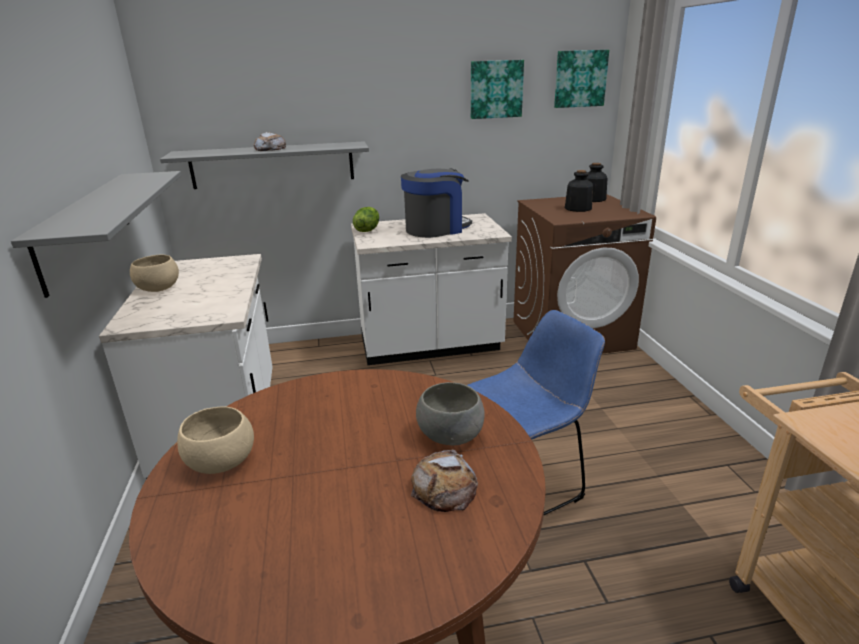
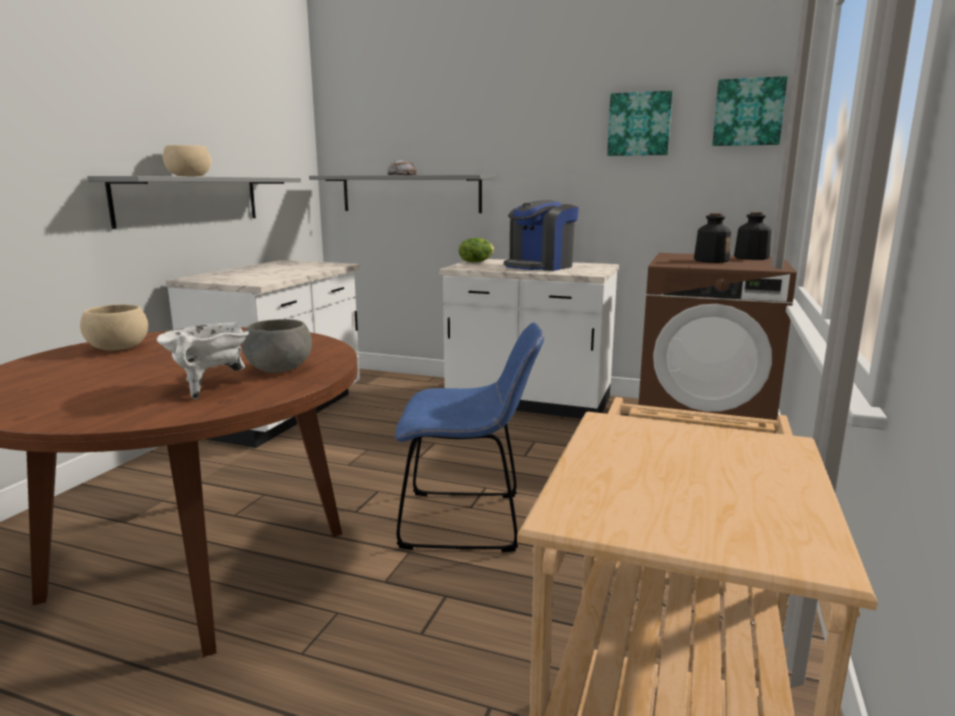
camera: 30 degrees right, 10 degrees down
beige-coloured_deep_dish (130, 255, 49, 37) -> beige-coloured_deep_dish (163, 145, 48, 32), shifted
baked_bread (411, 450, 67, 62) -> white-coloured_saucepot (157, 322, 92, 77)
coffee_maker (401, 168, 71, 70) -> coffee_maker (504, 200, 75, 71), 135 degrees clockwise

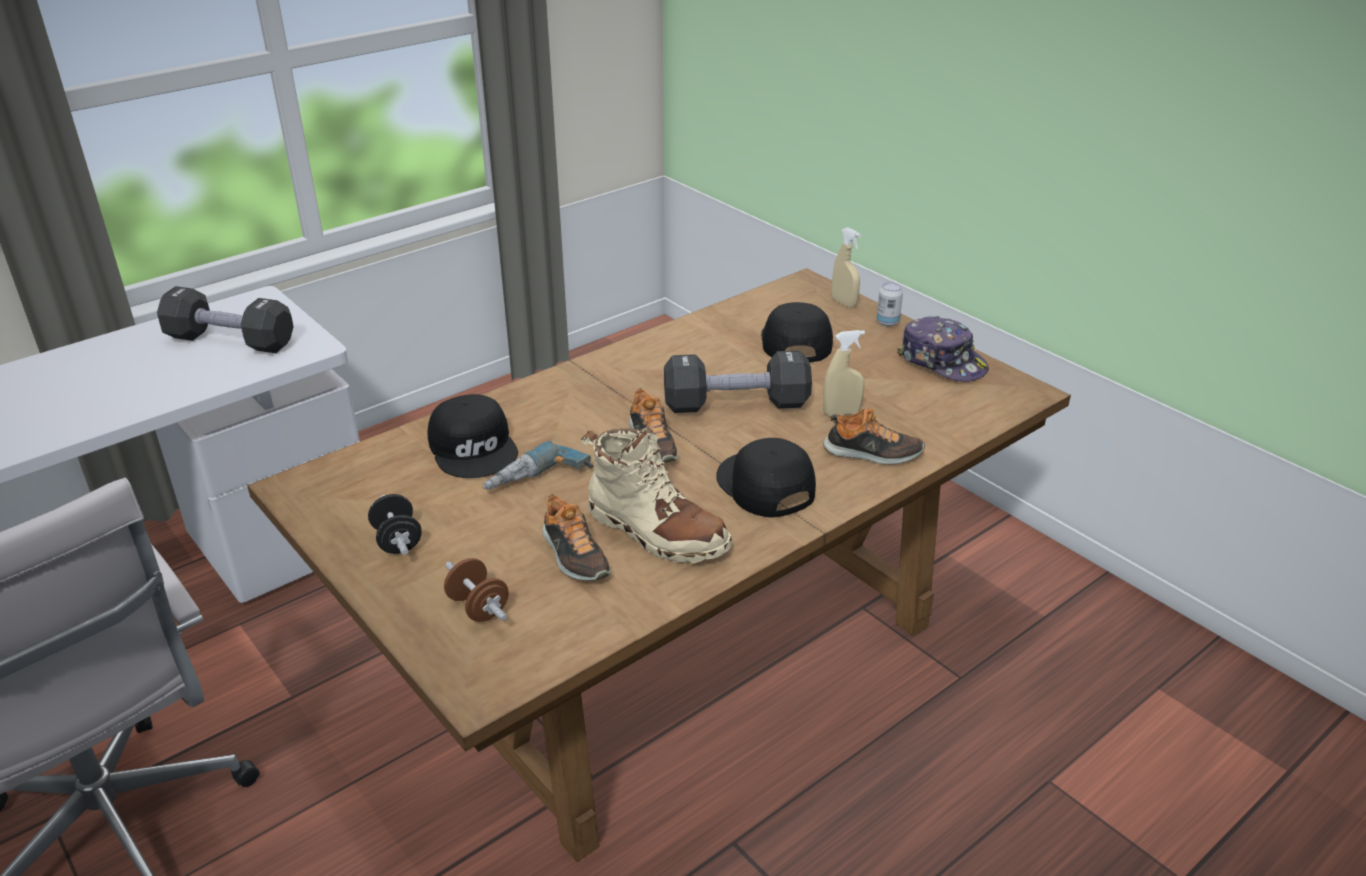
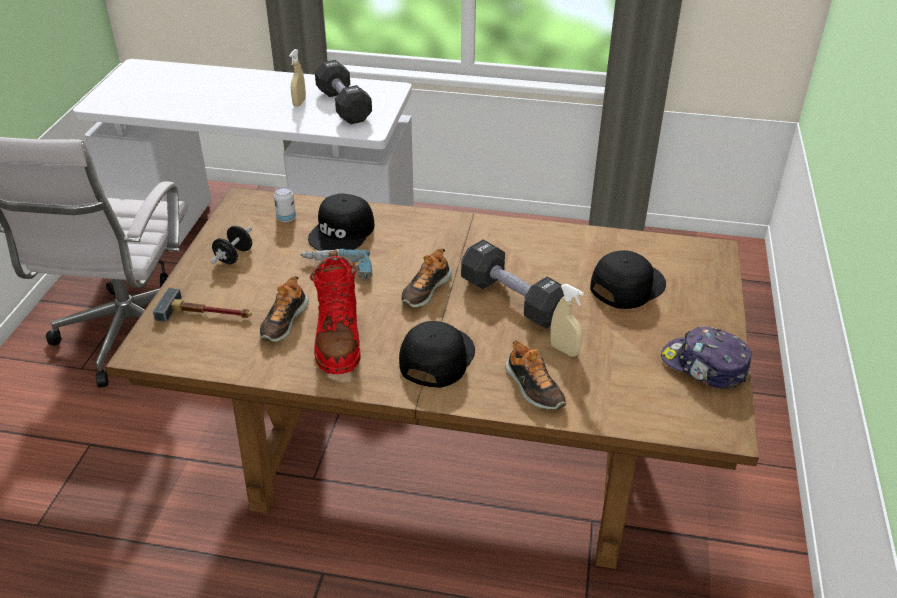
camera: 50 degrees right, 5 degrees up
beige-coloured_spray_bottle (832, 227, 29, 81) -> beige-coloured_spray_bottle (289, 49, 17, 58), shifted
metal_can (876, 282, 27, 44) -> metal_can (274, 187, 22, 36), shifted
brownish_dumbbell (444, 558, 65, 64) -> hammer (153, 288, 99, 34)
beige-coloured_tall_boot (581, 428, 152, 136) -> red-coloured_tall_boot (310, 250, 51, 124)
baseball_cap (897, 316, 92, 66) -> baseball_cap (661, 327, 90, 62), 120 degrees clockwise

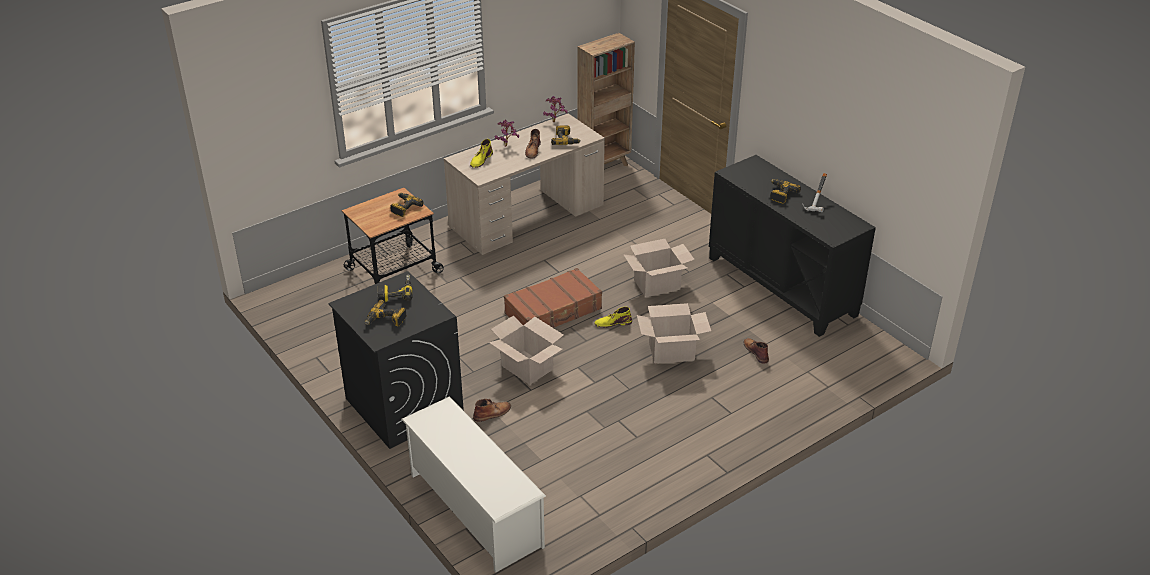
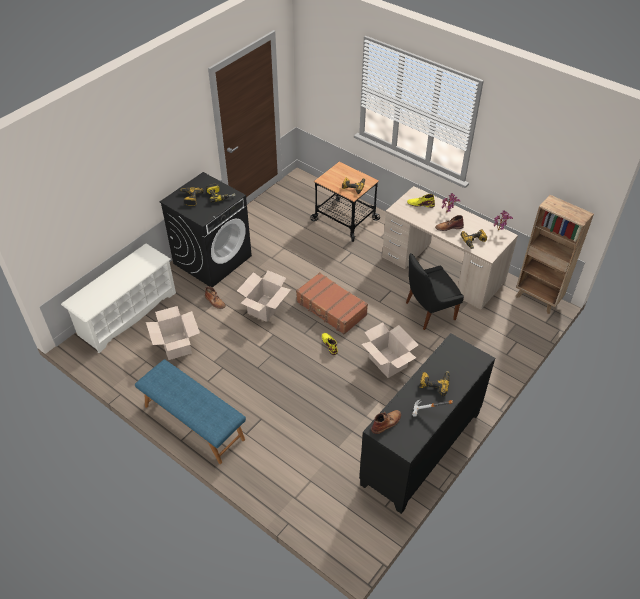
camera: 75 degrees right, 10 degrees up
none -> blue_bench (135, 359, 111, 105)
none -> blackish_plain_chair (406, 253, 58, 77)
carton (637, 303, 74, 60) -> carton (146, 306, 54, 54), shifted
brownish_tall_boot (744, 338, 25, 26) -> brownish_tall_boot (371, 410, 30, 24), shifted

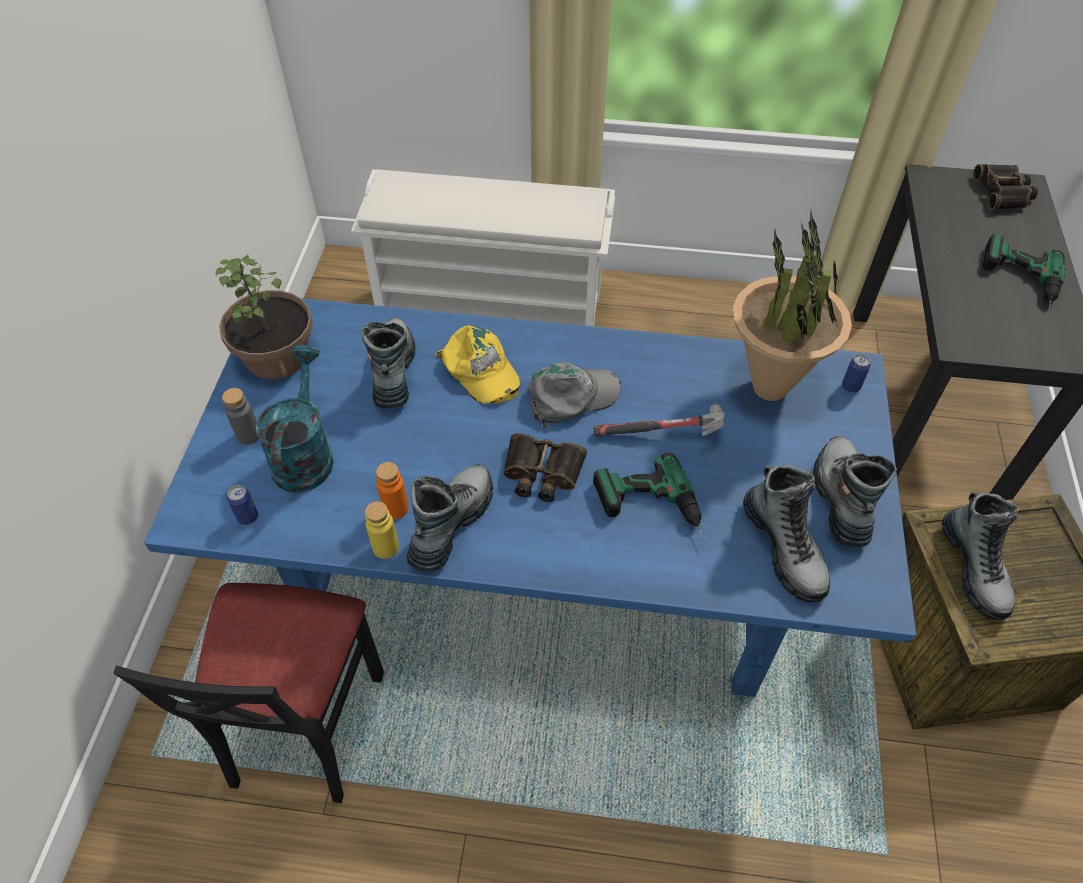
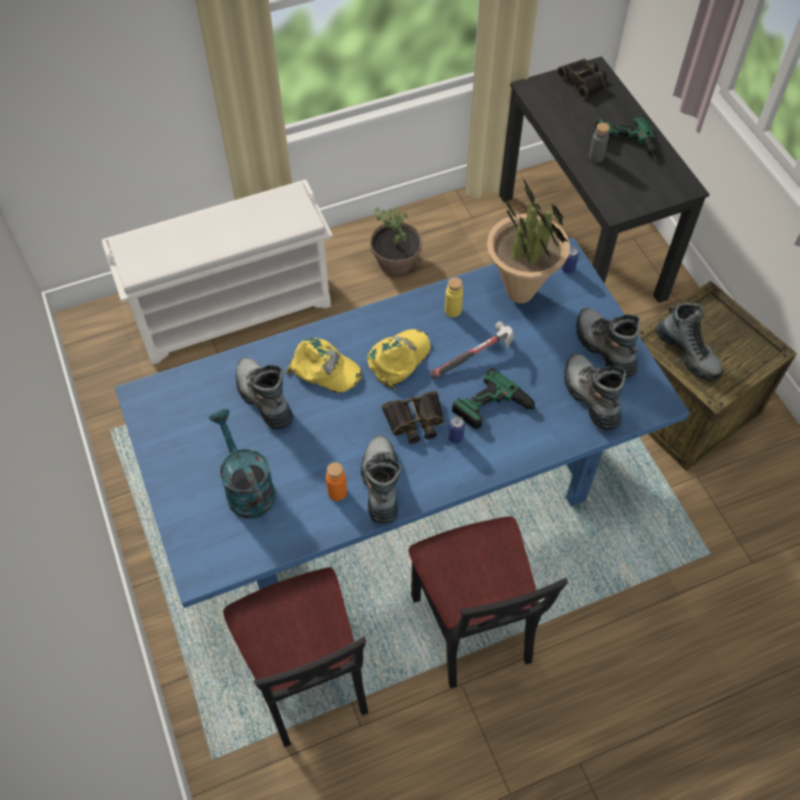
camera: 30 degrees left, 5 degrees up
none -> blackish_plain_chair (409, 517, 159, 171)
plant_in_a_pot (216, 255, 97, 124) -> plant_in_a_pot (370, 206, 52, 69), shifted
grey_bottle (222, 388, 37, 57) -> grey_bottle (589, 123, 21, 40), shifted
metal_can (227, 485, 31, 40) -> metal_can (448, 416, 17, 28), shifted
yellow-coloured_bottle (365, 501, 34, 58) -> yellow-coloured_bottle (445, 277, 18, 40), shifted
grey_baseball_cap (527, 362, 94, 66) -> yellow-coloured_baseball_cap (367, 329, 64, 61)
tall_boot (743, 465, 87, 137) -> tall_boot (564, 353, 62, 77), 150 degrees counterclockwise

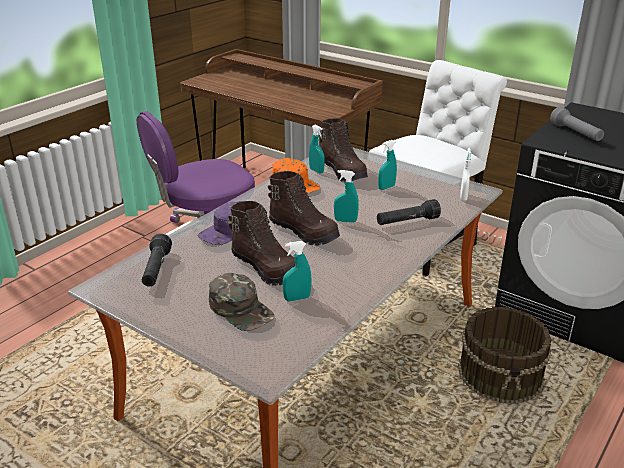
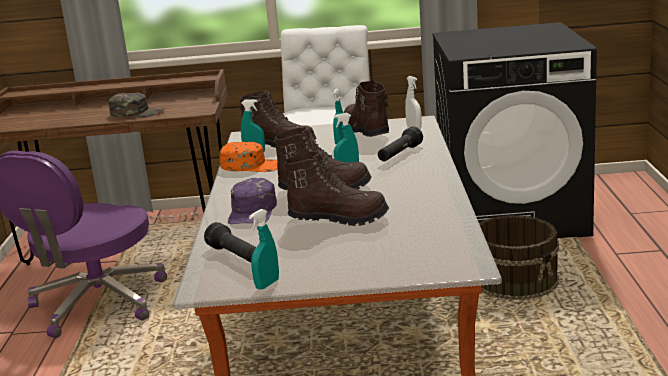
camera: 35 degrees left, 10 degrees down
grey_torch (550, 107, 54, 34) -> none
none -> brownish_tall_boot (344, 81, 45, 56)
green_baseball_cap (209, 273, 66, 58) -> green_baseball_cap (109, 93, 56, 24), shifted
blue-green_spray_bottle (283, 241, 29, 61) -> blue-green_spray_bottle (249, 209, 30, 81), shifted

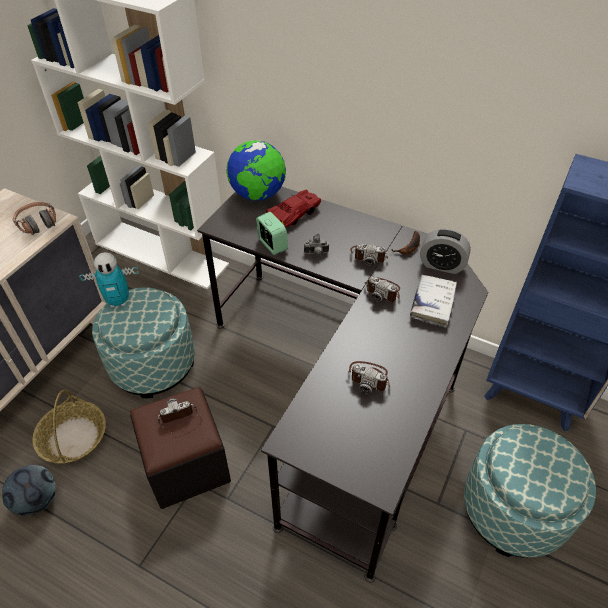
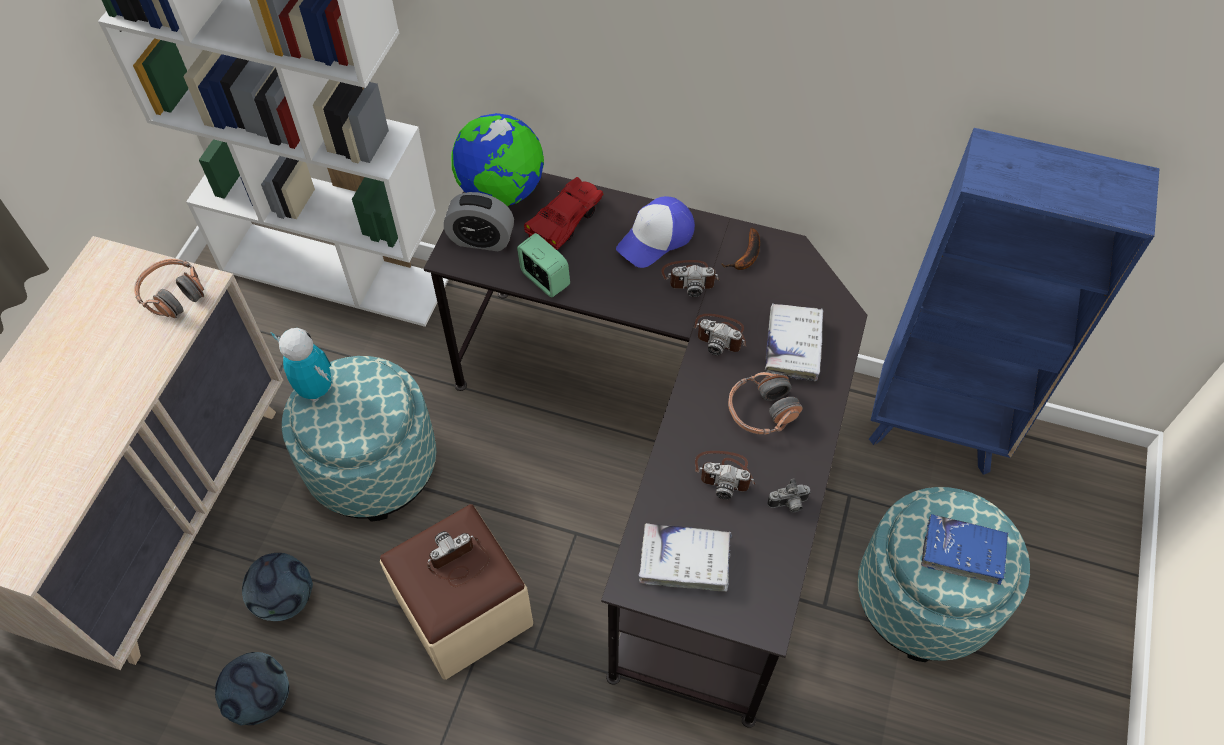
camera: 10 degrees left, 10 degrees up
none -> baseball_cap (616, 196, 79, 72)
none -> white-coloured_volume (639, 523, 93, 69)
none -> pair_of_headphones (728, 372, 75, 63)
none -> blue_volume (921, 514, 87, 71)
still_camera (304, 234, 25, 22) -> still_camera (767, 479, 44, 33), shifted
bedside_clock (420, 228, 51, 46) -> bedside_clock (444, 192, 70, 59), shifted
storage_basket (32, 390, 74, 74) -> football (242, 553, 71, 68)
blackish_footrest (130, 387, 101, 122) -> beige-coloured_footrest (379, 504, 154, 176)
model_robot (79, 252, 60, 56) -> model_robot (271, 328, 62, 74), 120 degrees counterclockwise

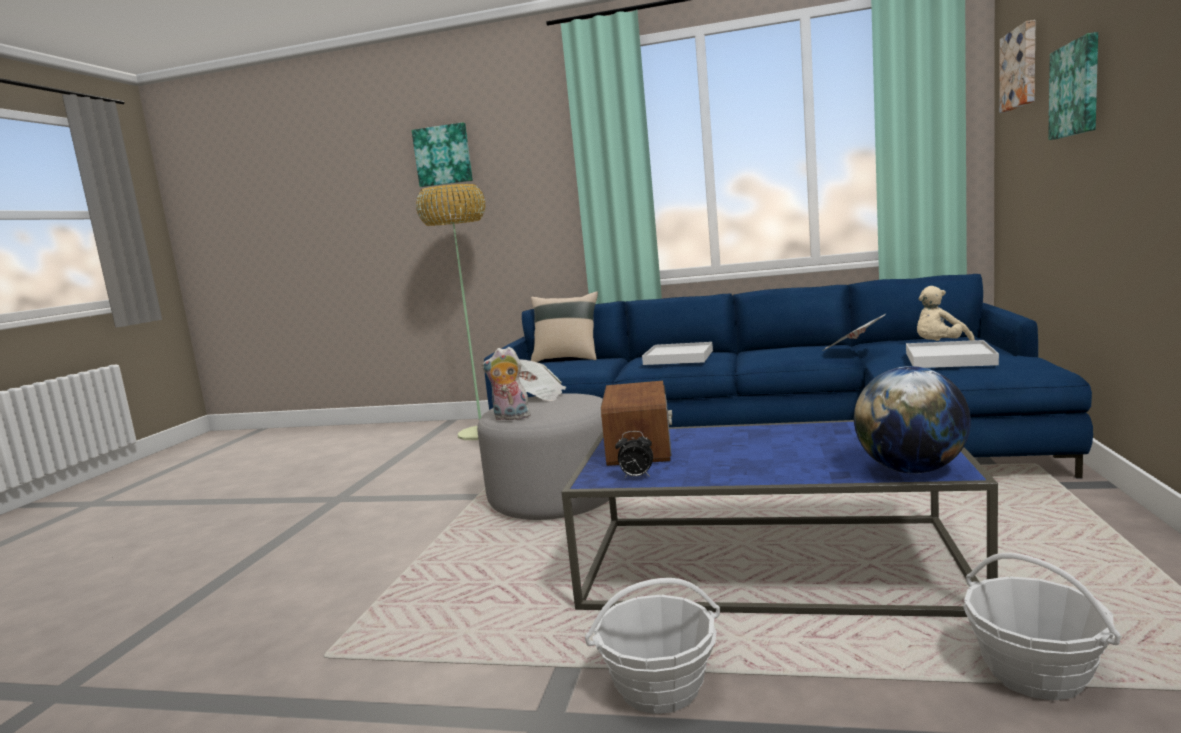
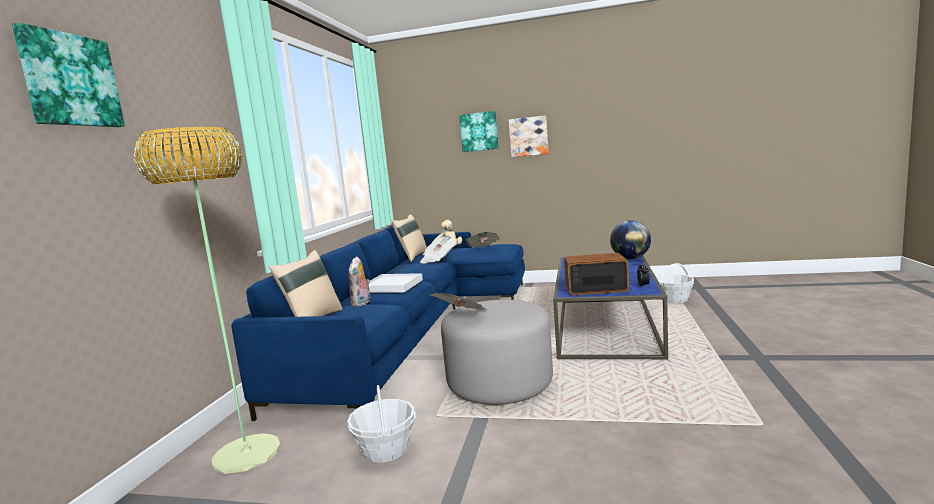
camera: 90 degrees left, 0 degrees up
none -> beige-coloured_cushion (391, 214, 36, 48)
cuddly_toy (482, 347, 49, 73) -> cuddly_toy (348, 256, 22, 51), shifted
storage_basket (585, 578, 135, 136) -> storage_basket (347, 385, 69, 78), shifted
wall_art (999, 20, 37, 93) -> wall_art (509, 115, 40, 42), shifted
white-coloured_carrying_tray (906, 340, 93, 28) -> printed_paper (466, 232, 33, 15)

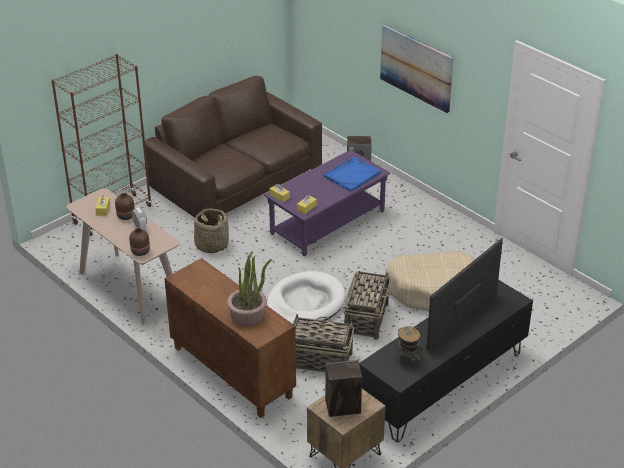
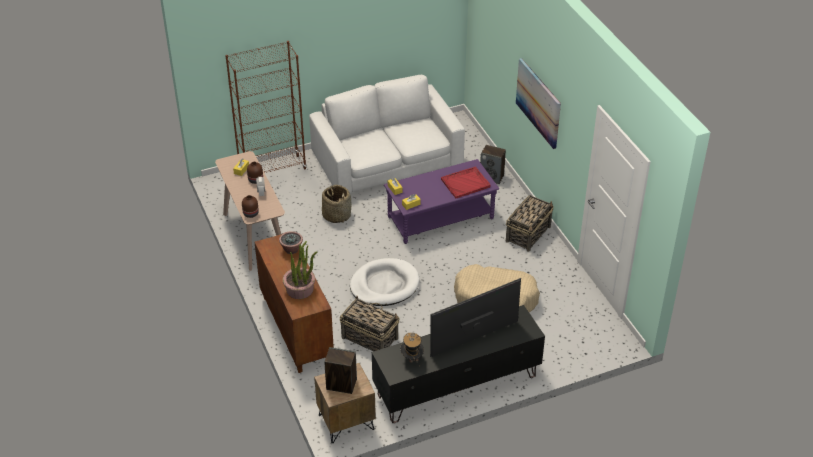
camera: 20 degrees right, 5 degrees up
none -> plant_in_a_pot (279, 231, 24, 23)
storage_basket (343, 271, 47, 69) -> storage_basket (506, 195, 48, 57), shifted
brownish_couch (145, 76, 177, 142) -> white-coloured_couch (309, 75, 156, 119)
blue_carrying_tray (324, 157, 57, 35) -> red-coloured_carrying_tray (441, 167, 50, 31)

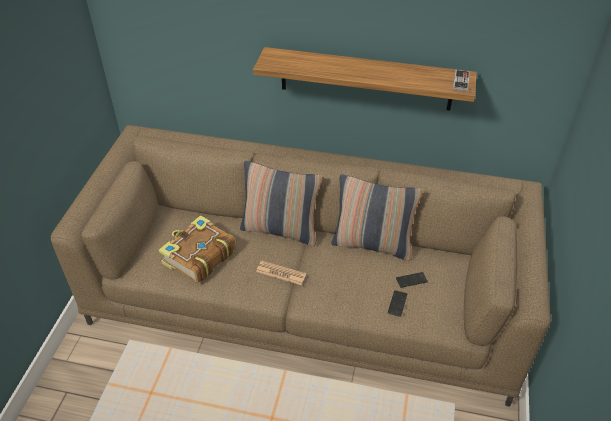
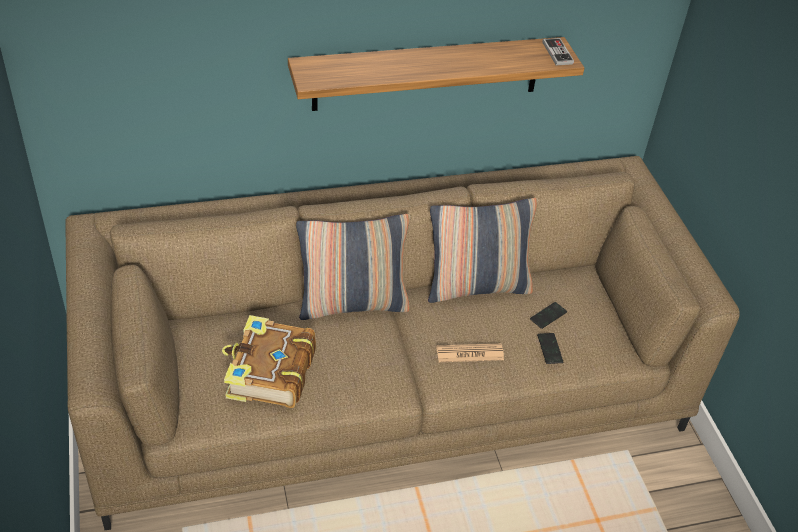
camera: 30 degrees left, 0 degrees up
printed_paper (256, 261, 50, 24) -> printed_paper (436, 343, 68, 19), shifted

